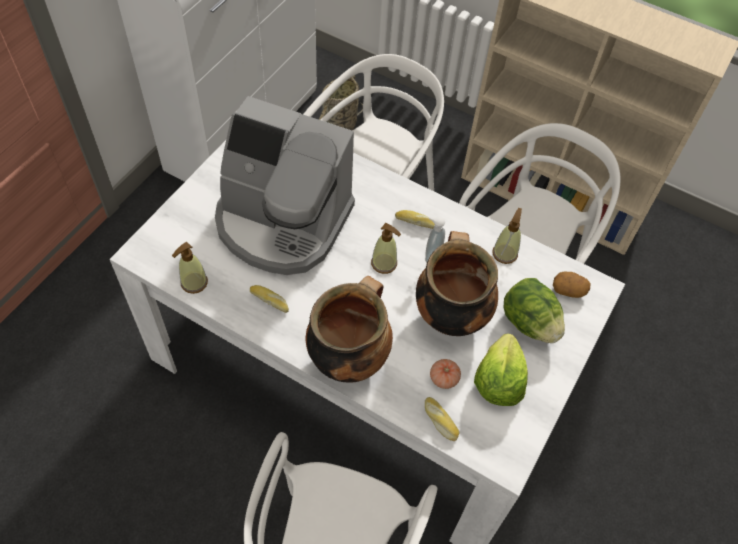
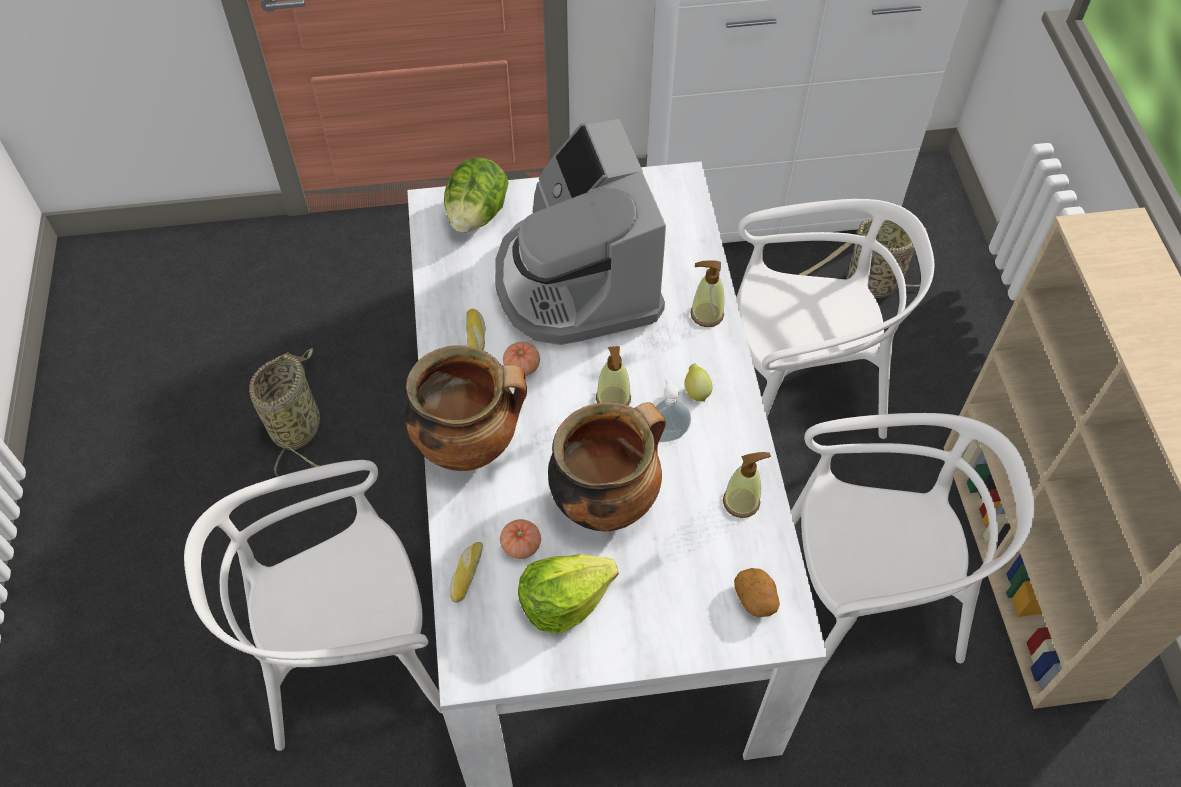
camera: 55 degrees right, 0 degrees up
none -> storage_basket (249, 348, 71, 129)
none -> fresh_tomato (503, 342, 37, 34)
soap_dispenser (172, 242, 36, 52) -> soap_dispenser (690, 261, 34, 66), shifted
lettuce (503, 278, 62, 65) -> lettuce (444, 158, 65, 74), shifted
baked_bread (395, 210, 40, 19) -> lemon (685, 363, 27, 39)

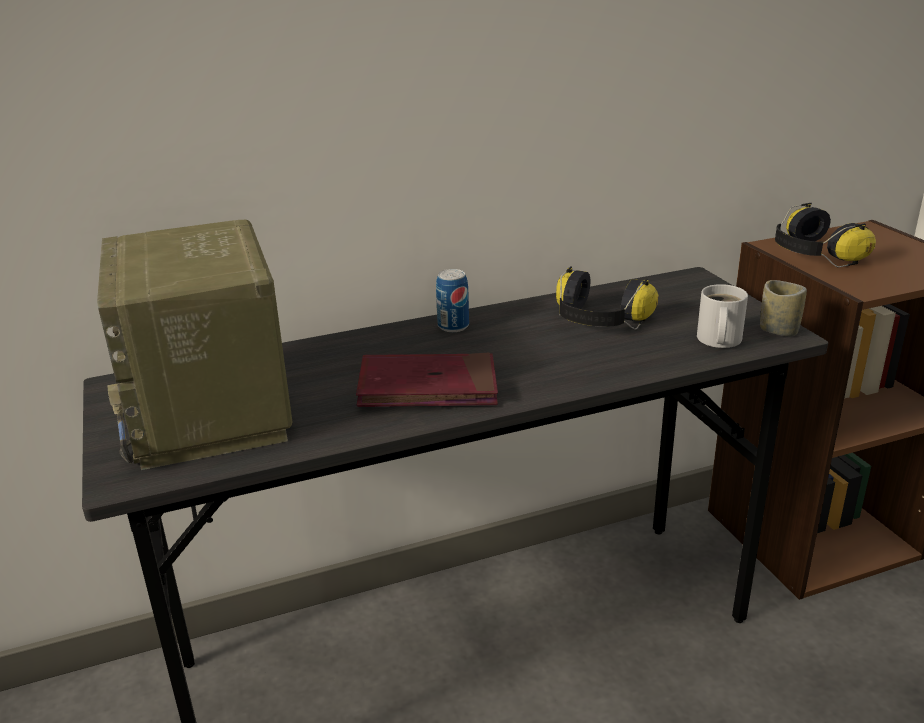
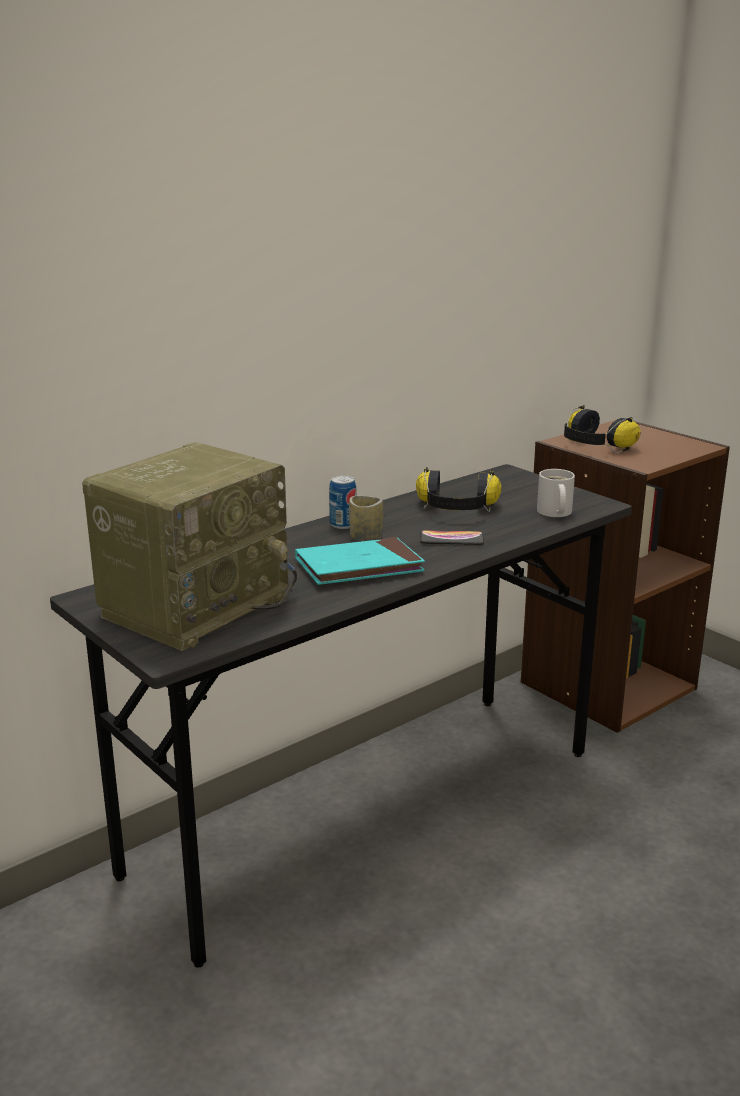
camera: 20 degrees left, 5 degrees down
none -> phone (420, 530, 64, 15)
small_cup (760, 280, 47, 56) -> small_cup (349, 496, 34, 45), shifted
red-coloured_volume (356, 352, 142, 55) -> blue-green_volume (295, 537, 130, 48)
radio_receiver (97, 220, 195, 250) -> radio_receiver (82, 442, 215, 209), 105 degrees counterclockwise

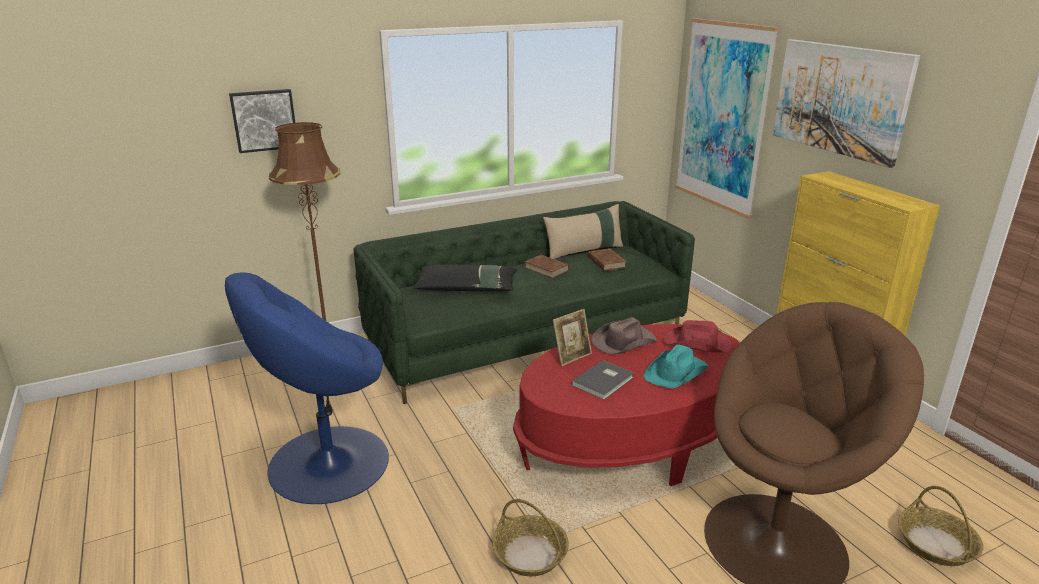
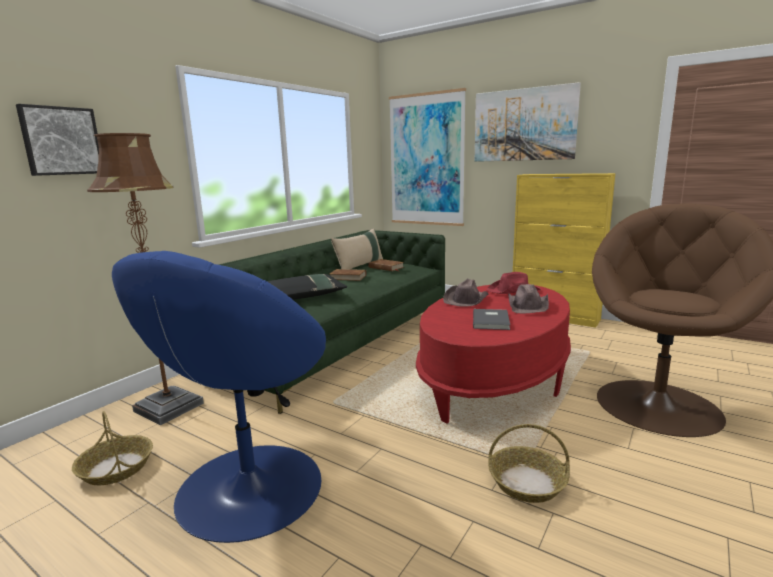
camera: 30 degrees left, 10 degrees down
standing_frame (553, 309, 39, 57) -> none
storage_basket (898, 486, 86, 80) -> storage_basket (72, 411, 81, 74), shifted
blue-green_clothing_hat (643, 345, 67, 44) -> brownish_clothing_hat (508, 284, 41, 29)

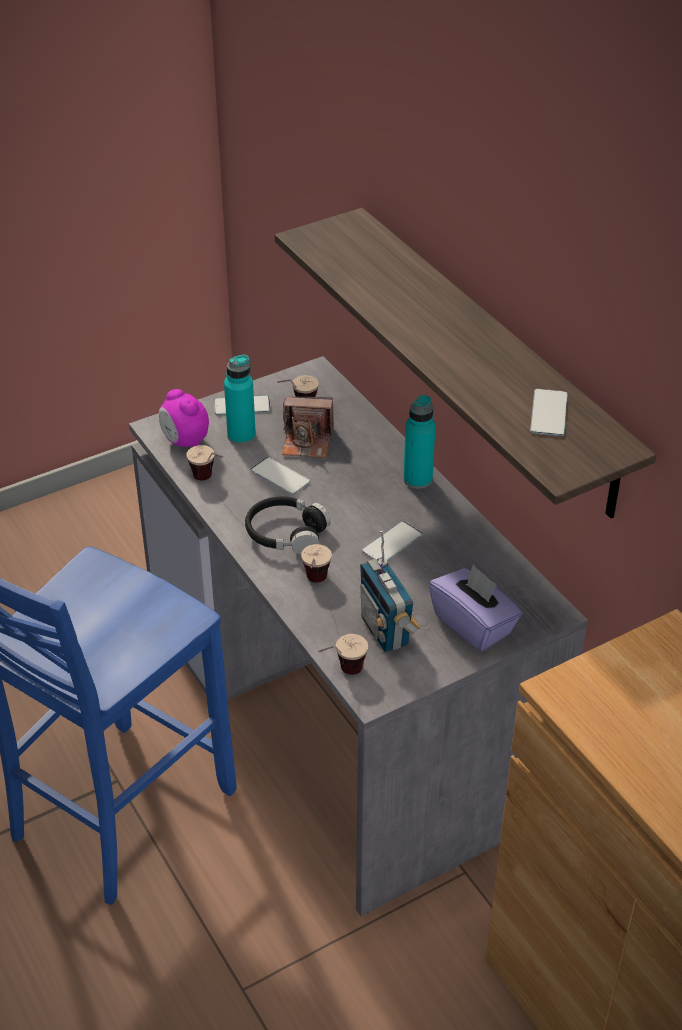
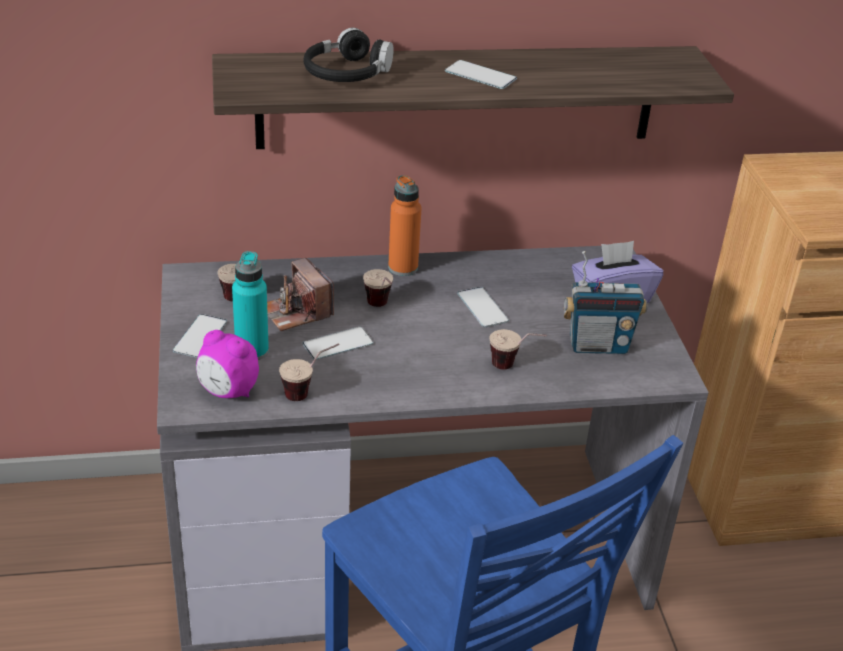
camera: 70 degrees left, 5 degrees down
blackish_pair_of_headphones (245, 496, 86, 59) -> blackish_pair_of_headphones (304, 28, 90, 54), shifted
small_cup (318, 634, 50, 41) -> small_cup (363, 269, 30, 38), shifted
phone (530, 389, 38, 47) -> phone (445, 60, 72, 29), shifted
blue-green_bottle (403, 395, 32, 94) -> orange-coloured_bottle (388, 175, 34, 101)
bedside_clock (159, 389, 50, 58) -> bedside_clock (196, 330, 63, 68), 45 degrees clockwise
still_camera (282, 397, 52, 61) -> still_camera (267, 258, 67, 73), 120 degrees clockwise

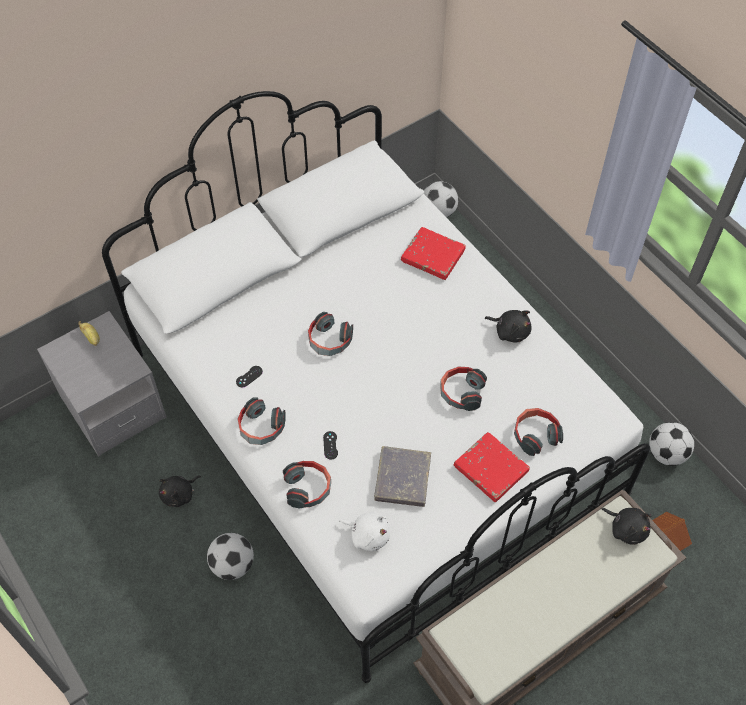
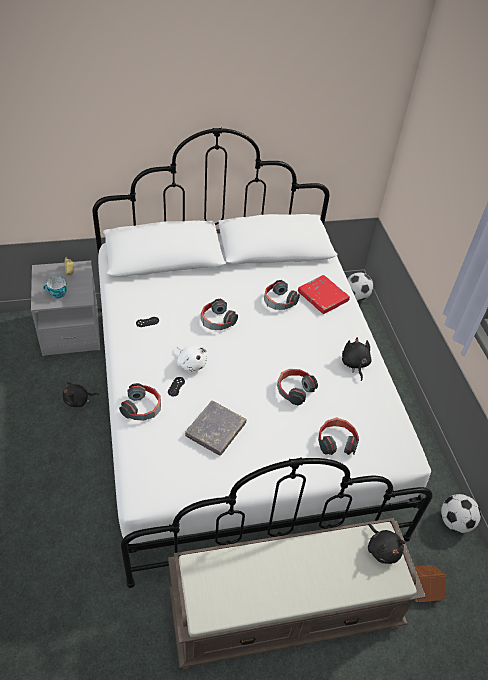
camera: 20 degrees right, 10 degrees down
football (207, 533, 47, 47) -> none
red-coloured_volume (454, 432, 76, 71) -> none
none -> small_cup (43, 277, 24, 21)
pair_of_headphones (238, 397, 48, 48) -> pair_of_headphones (264, 280, 36, 30), shifted
white-coloured_cuddly_toy (339, 512, 51, 39) -> white-coloured_cuddly_toy (177, 345, 31, 27), shifted
blackish_cuddly_toy (484, 310, 47, 32) -> blackish_cuddly_toy (342, 337, 30, 44), 150 degrees counterclockwise

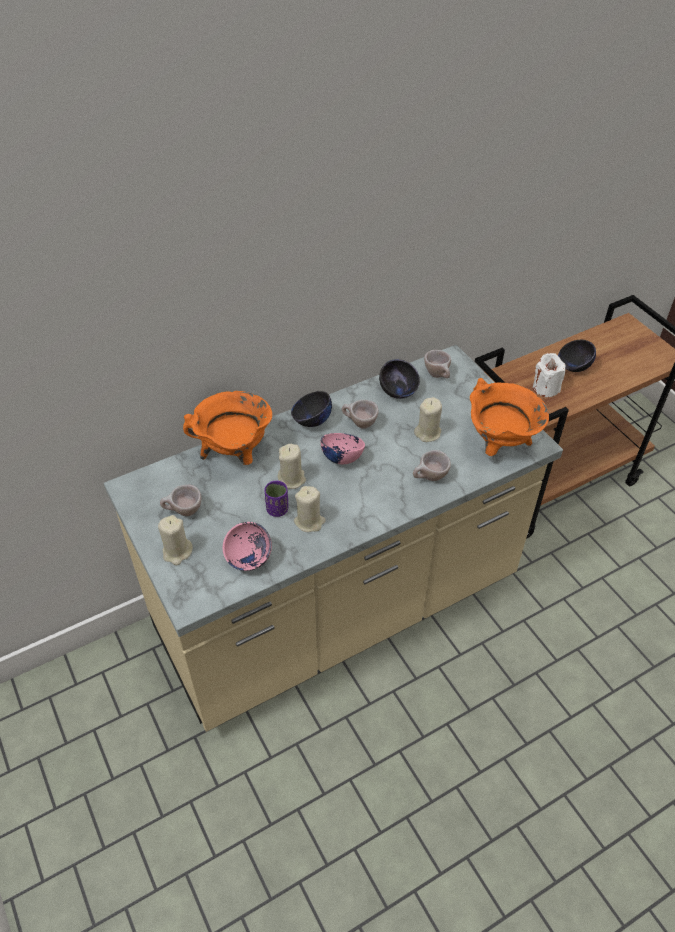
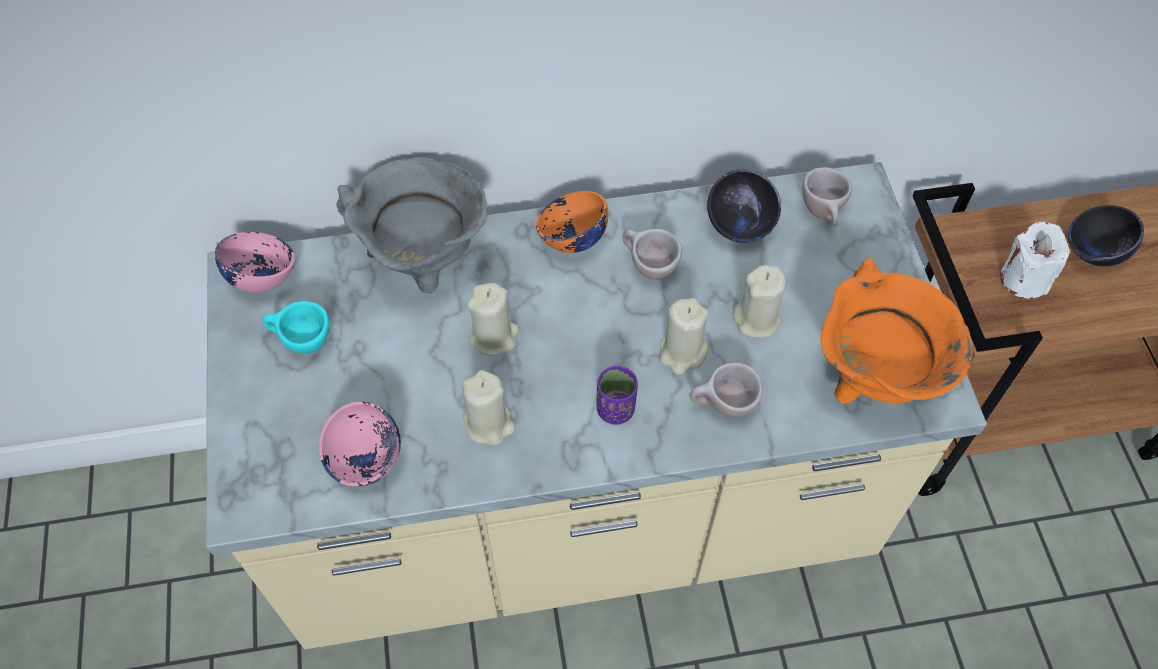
camera: 20 degrees right, 10 degrees up
beige-coloured_candle (158, 515, 35, 50) -> beige-coloured_candle (659, 298, 50, 77), shifted
purple-coloured_small_cup (264, 481, 24, 36) -> purple-coloured_small_cup (596, 365, 42, 60), shifted
pinkish_deep_dish (321, 433, 44, 31) -> pinkish_deep_dish (215, 232, 80, 61), shifted
beige-coloured_small_cup (160, 485, 41, 31) -> blue-green_small_cup (262, 301, 67, 53)
orange-coloured_saucepot (183, 391, 89, 74) -> grey_saucepot (336, 157, 151, 137)
blackish_deep_dish (291, 391, 41, 36) -> orange-coloured_deep_dish (536, 191, 72, 62)

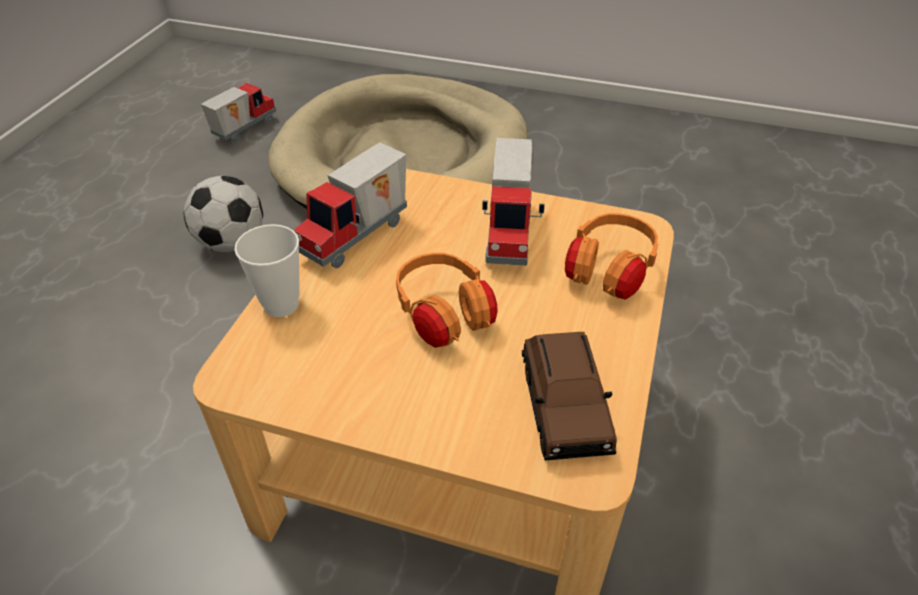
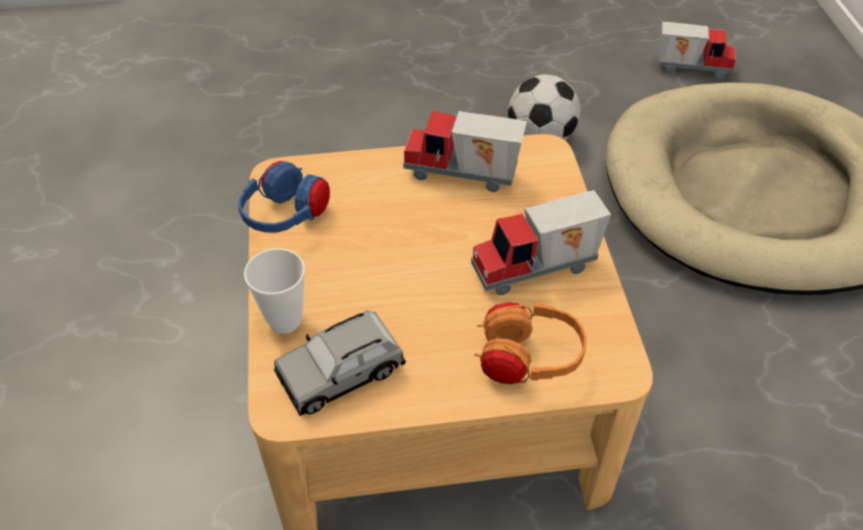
camera: 65 degrees right, 5 degrees up
orange-coloured_pair_of_headphones (396, 253, 102, 95) -> none
none -> blue_pair_of_headphones (238, 161, 92, 72)
small_cup (234, 224, 66, 93) -> small_cup (244, 248, 61, 86), shifted
brownish_model_car (522, 332, 95, 128) -> grey_model_car (274, 310, 132, 106)

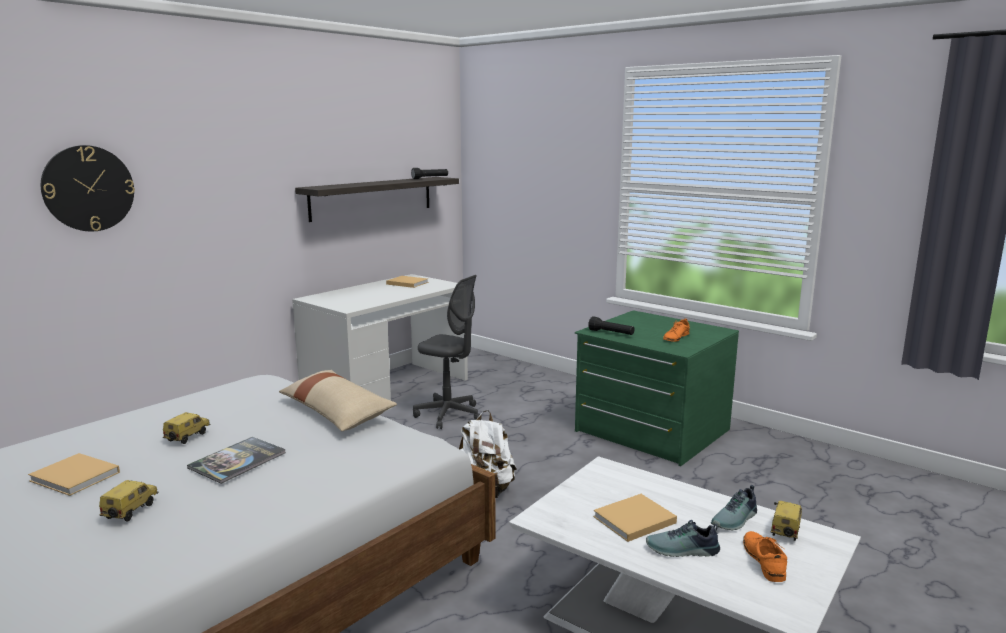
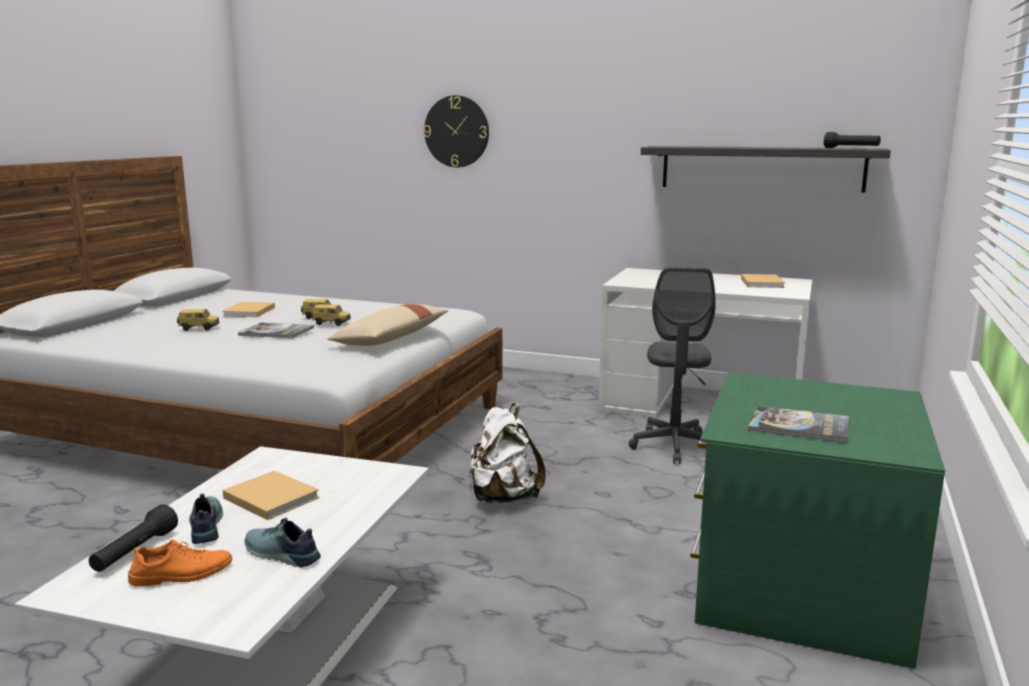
camera: 70 degrees right, 0 degrees up
blackish_torch (588, 316, 47, 19) -> blackish_torch (89, 504, 89, 68), shifted
model_car (771, 501, 31, 40) -> model_car (311, 304, 40, 22), shifted
orange-coloured_item_of_footwear (663, 318, 27, 24) -> volume (748, 406, 101, 37)

